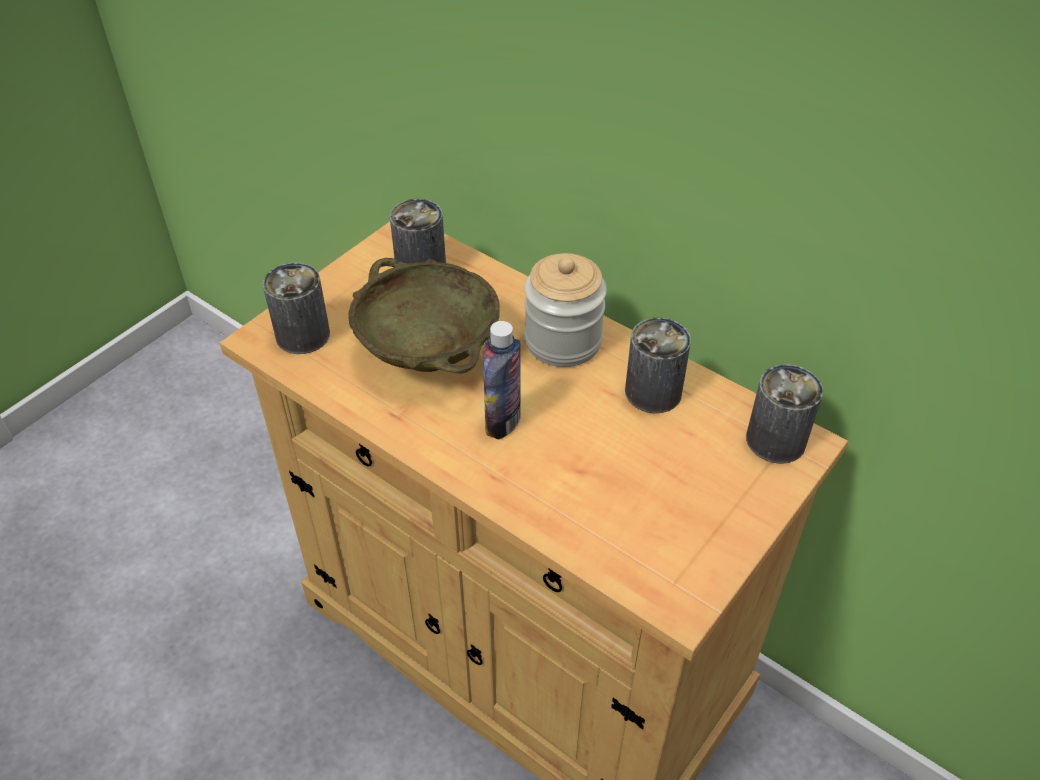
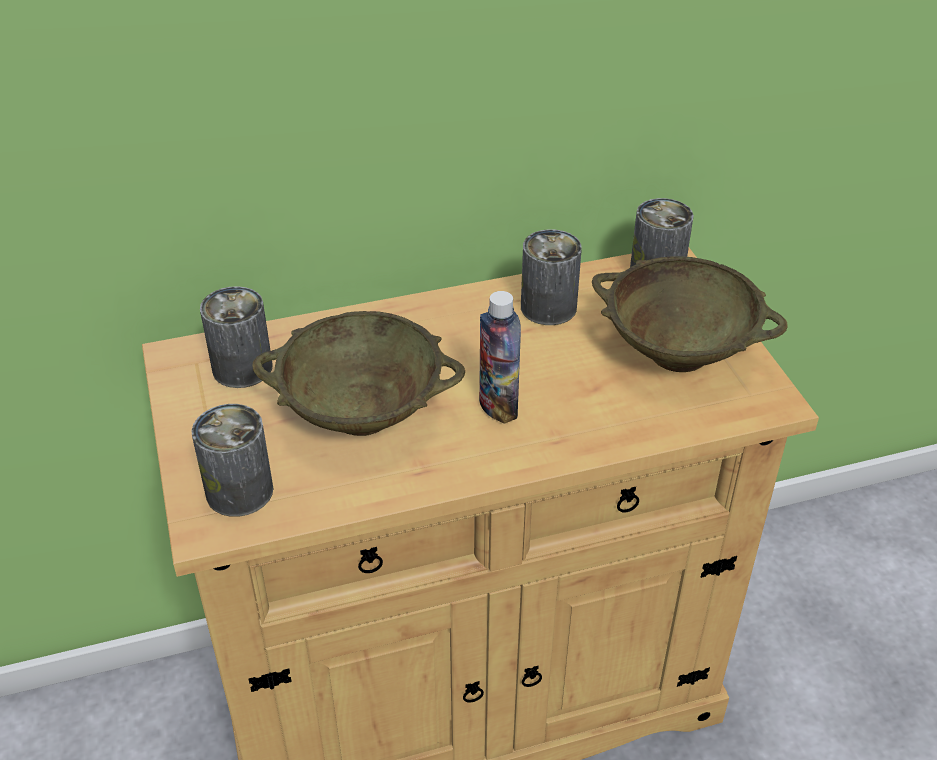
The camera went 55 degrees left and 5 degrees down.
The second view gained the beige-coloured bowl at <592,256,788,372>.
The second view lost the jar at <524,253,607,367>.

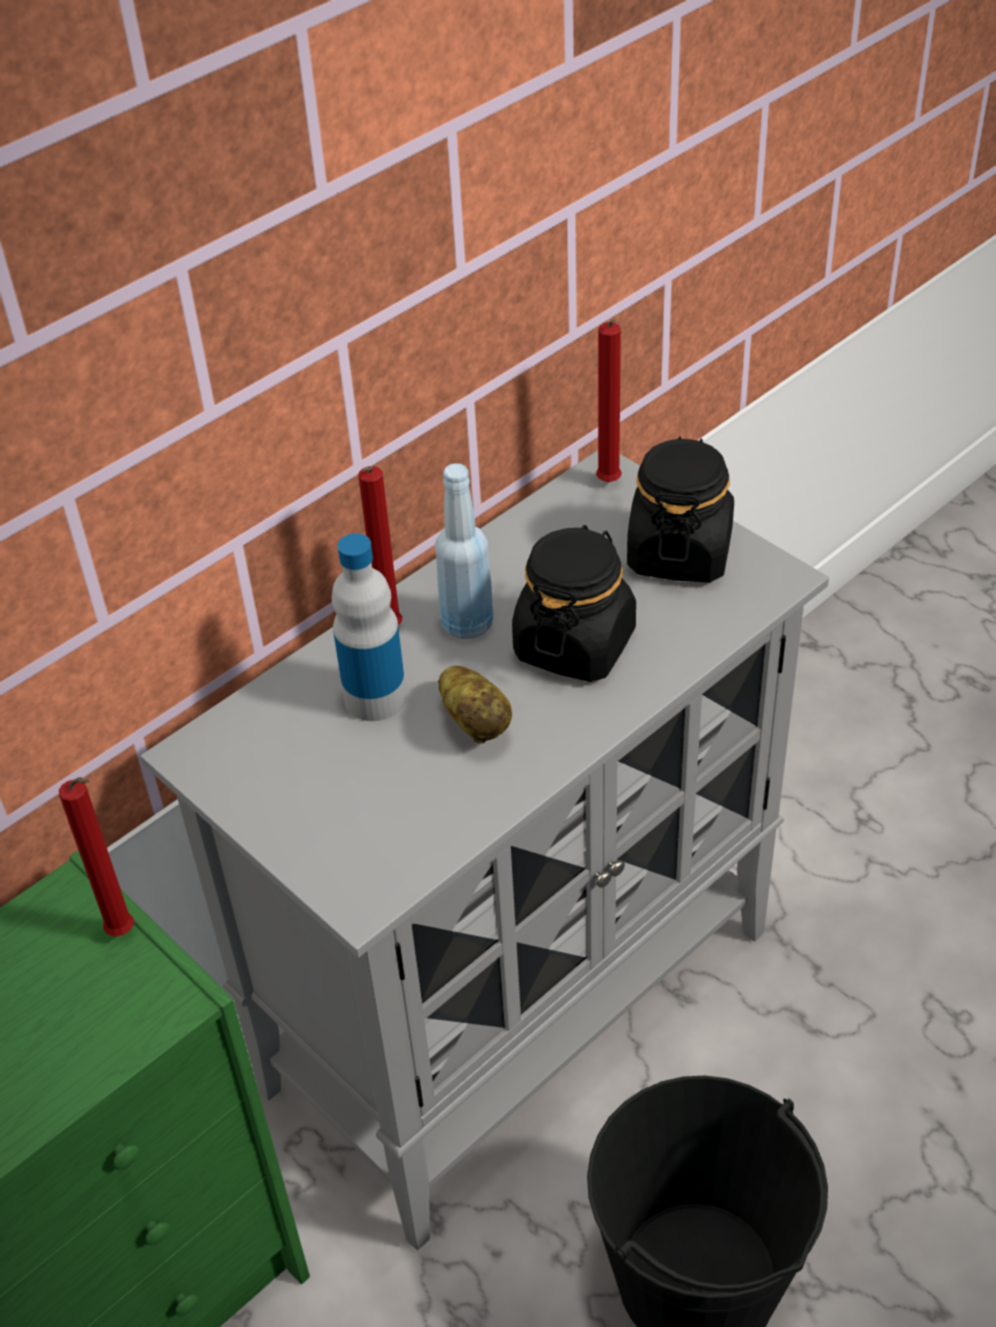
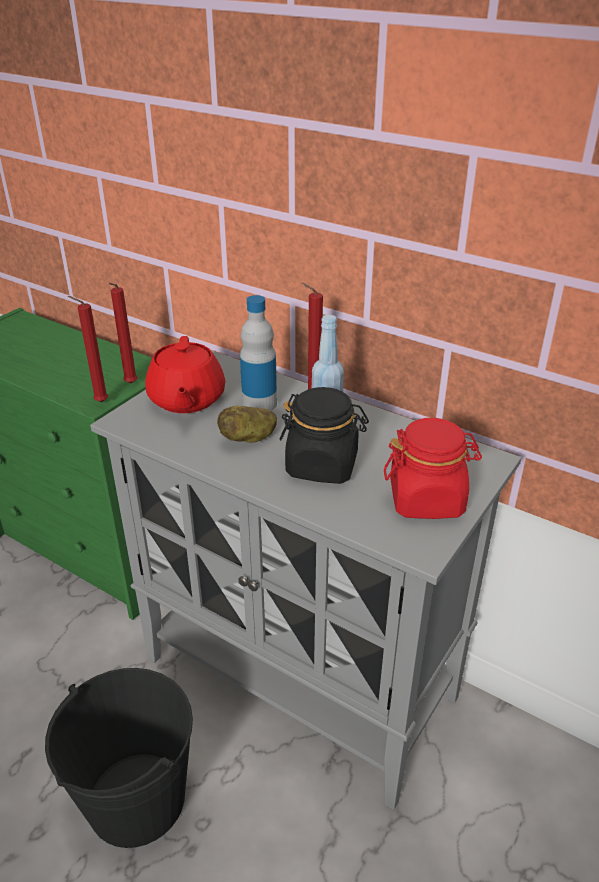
The camera went 75 degrees right and 10 degrees down.
The red wax candle ended up elsewhere, having gone from <596,320,622,482> to <68,296,108,402>.
The second view gained the red tea pot at <145,336,226,413>.
What was the black jar at <627,436,734,582> turned into the red jar at <384,418,482,519>.

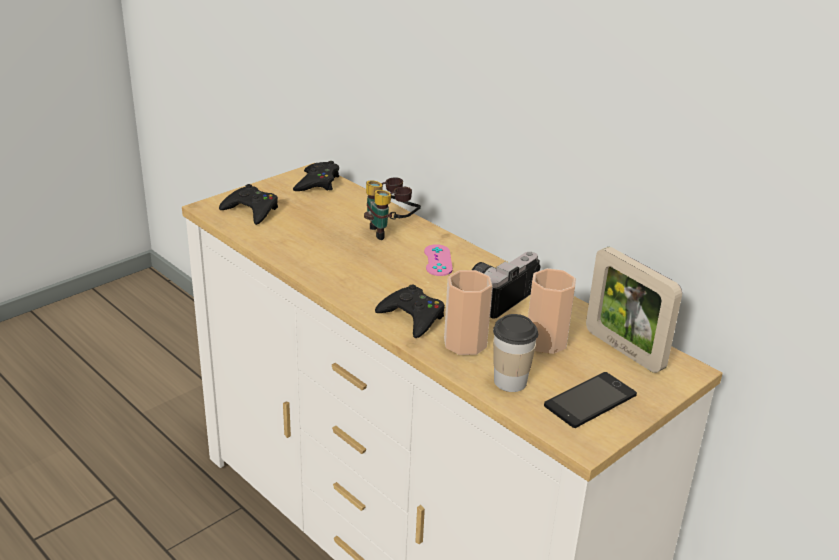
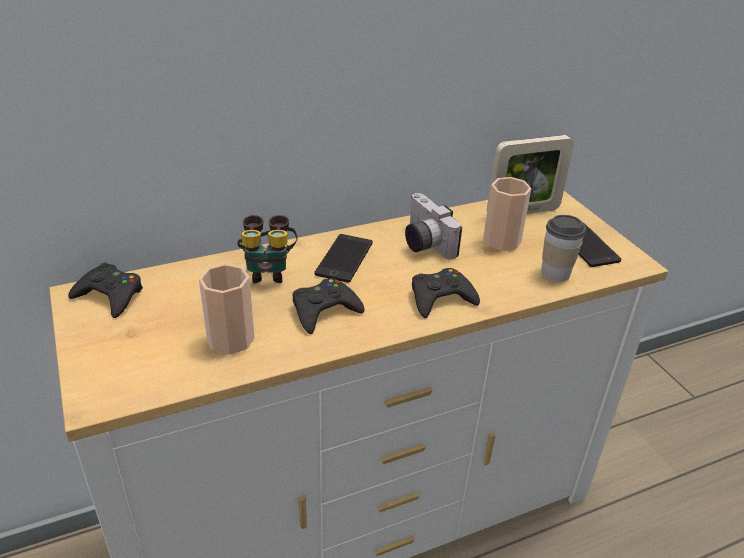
The camera went 70 degrees left and 5 degrees up.
The cup ended up elsewhere, having gone from <444,270,492,355> to <199,263,255,355>.
The black game controller ended up elsewhere, having gone from <219,184,278,225> to <292,278,364,334>.
Where the pink game controller stood at <424,244,453,276>, the phone came to stand at <315,234,373,283>.

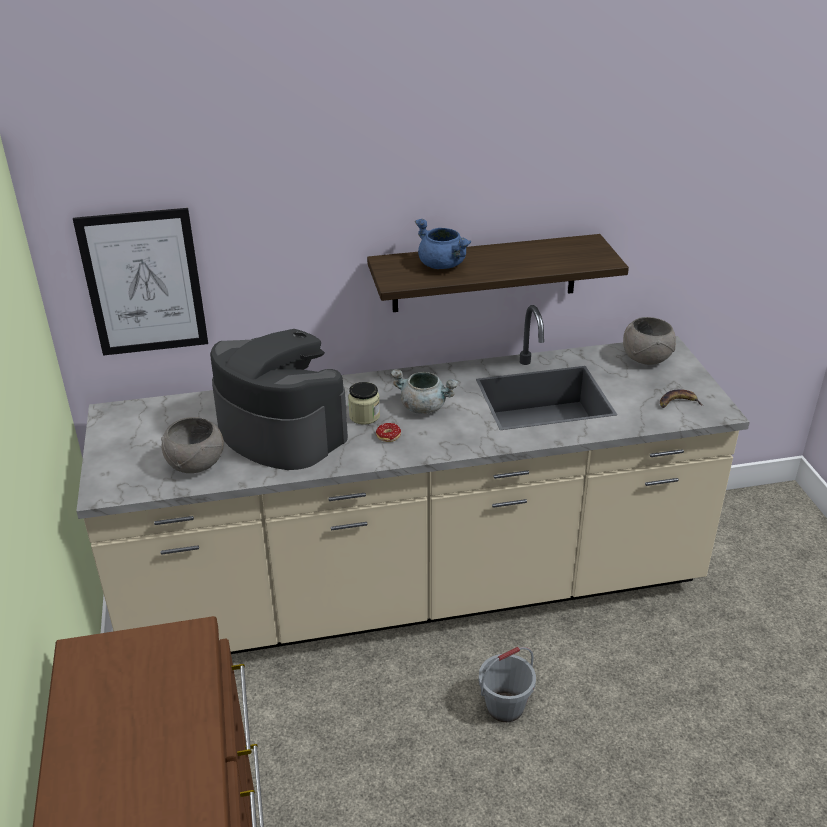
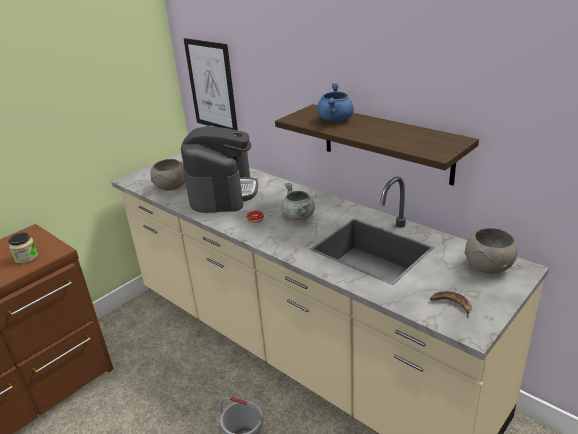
The camera went 55 degrees right and 5 degrees down.
The jar ended up elsewhere, having gone from <348,382,380,425> to <8,233,38,264>.

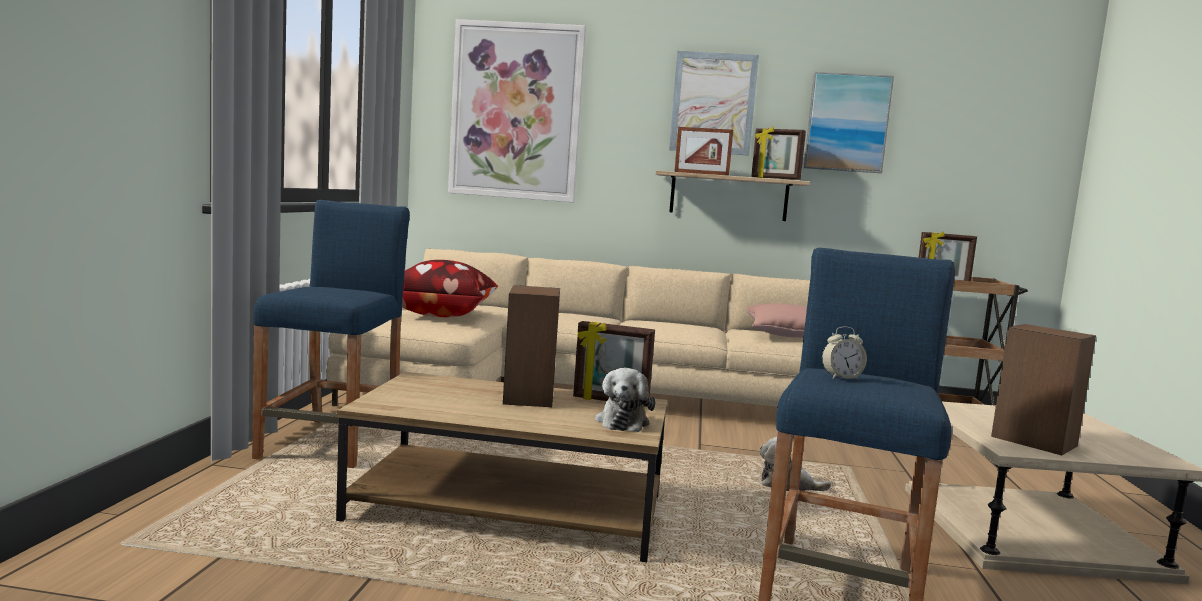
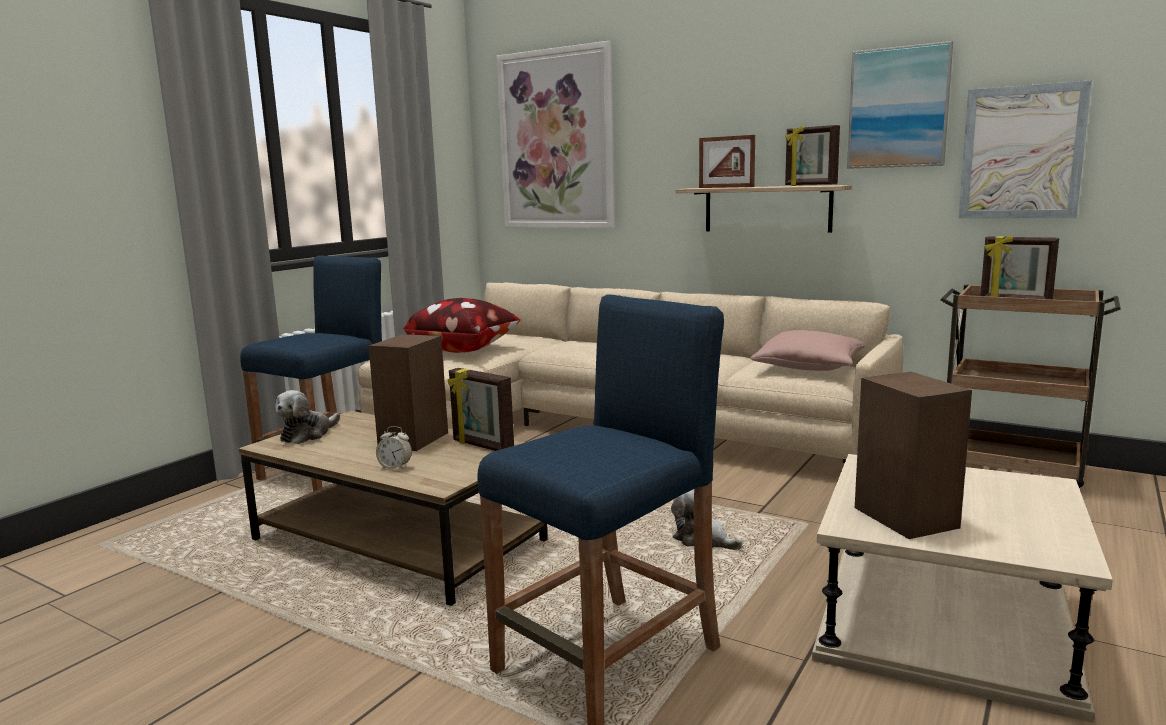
The camera went 25 degrees right and 5 degrees up.
The plush toy ended up elsewhere, having gone from <595,368,655,432> to <275,390,340,444>.
The table clock ended up elsewhere, having gone from <822,326,867,380> to <376,426,412,470>.
The wall picture ended up elsewhere, having gone from <669,51,759,156> to <959,80,1092,218>.

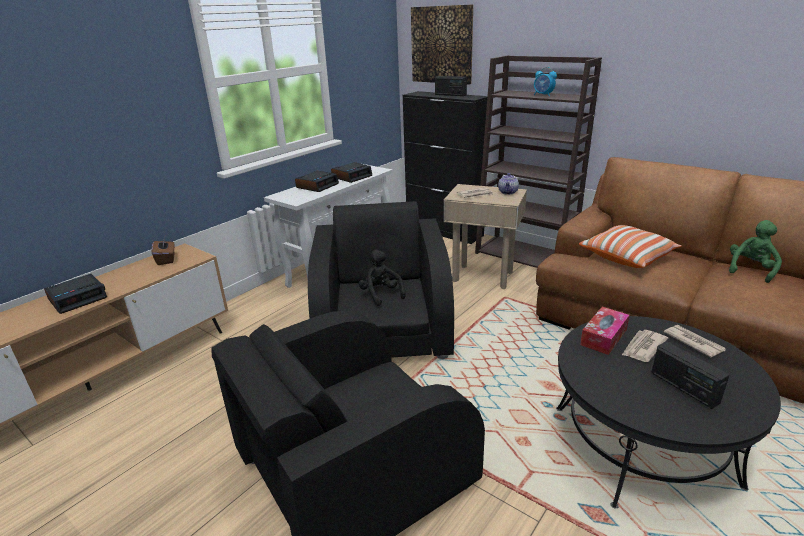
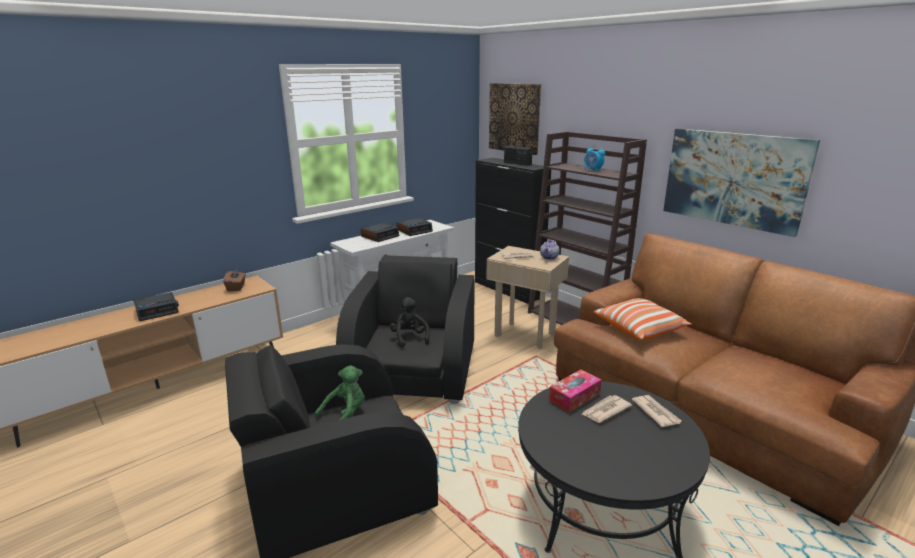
The camera went 10 degrees right and 5 degrees down.
The green plush toy ended up elsewhere, having gone from <729,220,782,283> to <315,365,365,420>.
The second view gained the wall picture at <663,128,820,237>.
The second view lost the radio set at <651,341,730,409>.

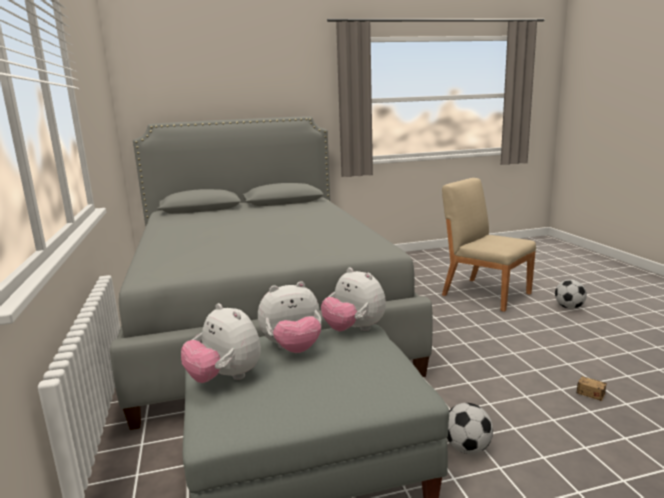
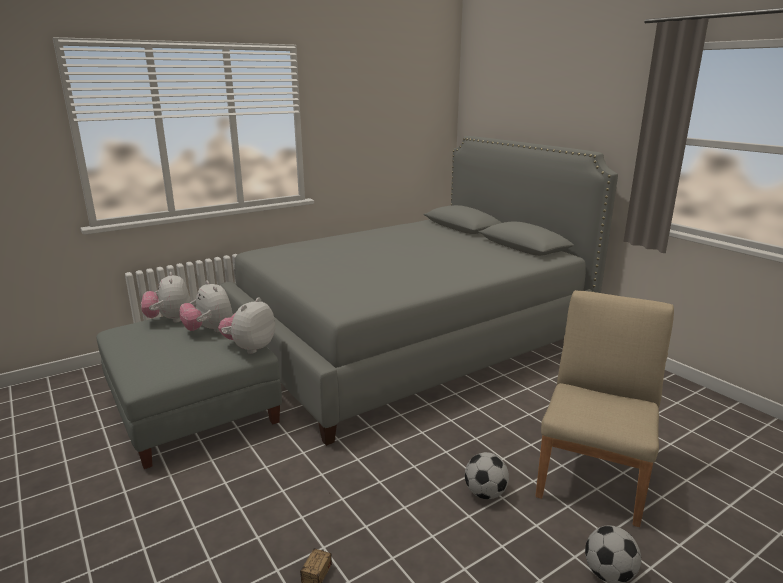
The camera went 70 degrees right and 5 degrees up.
The plush toy at <181,303,261,383> ended up facing another way, 45 degrees counterclockwise from before.
The football ball ended up elsewhere, having gone from <447,403,493,454> to <465,452,509,499>.

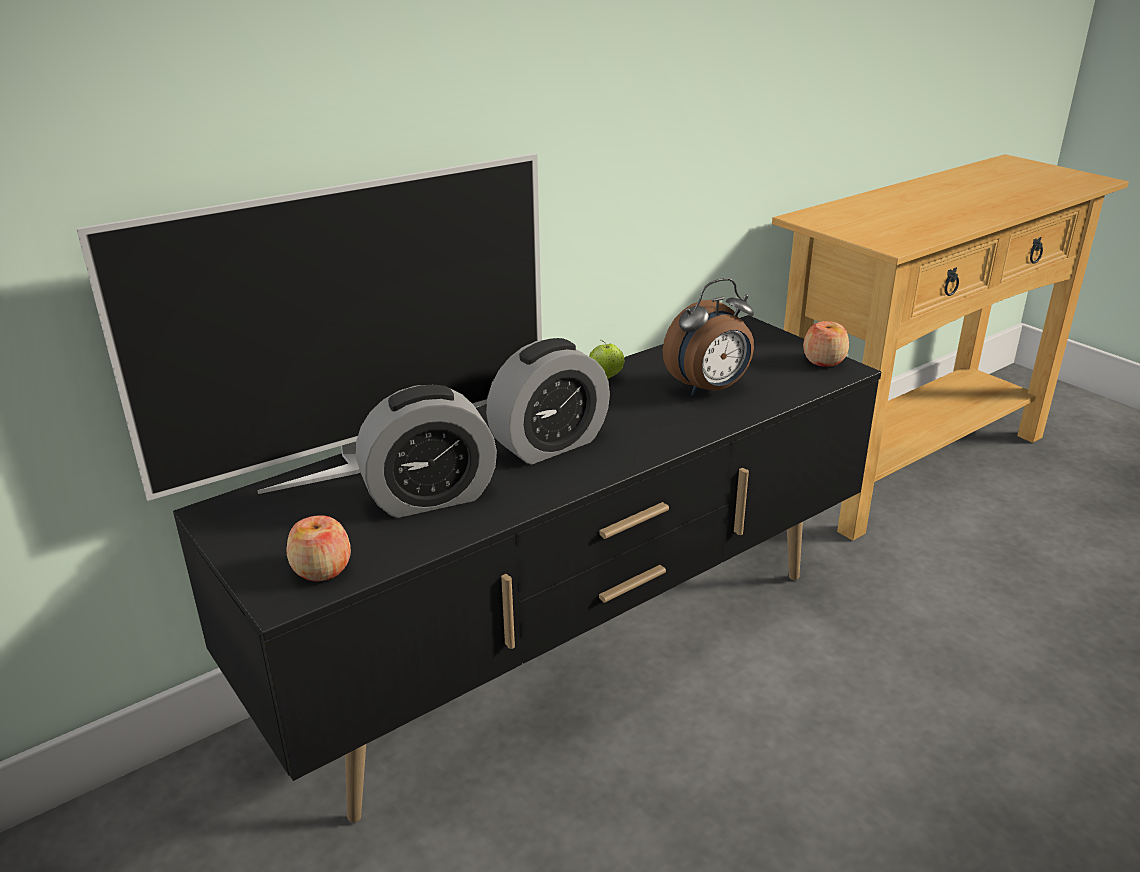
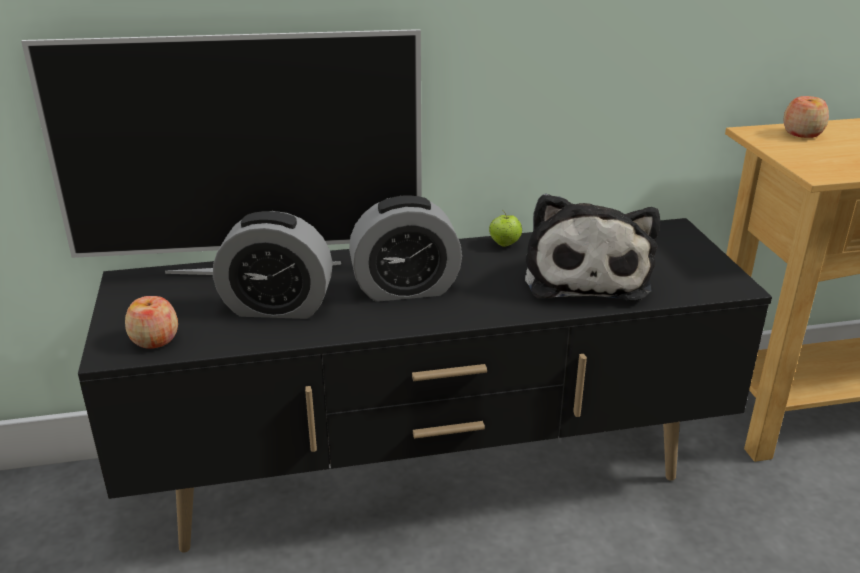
The camera went 25 degrees right and 0 degrees up.
Where the table clock stood at <663,278,754,396>, the plush toy came to stand at <525,193,660,301>.
The whole apple ended up elsewhere, having gone from <803,321,849,367> to <784,96,829,138>.

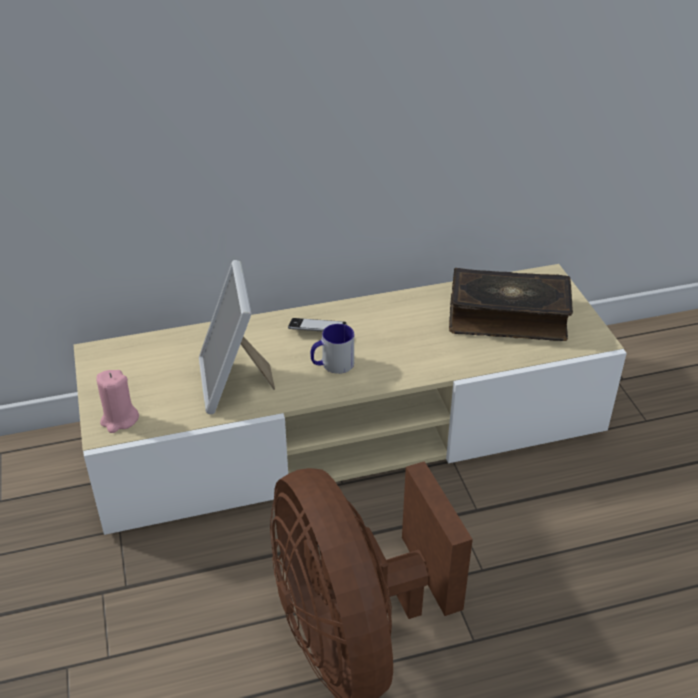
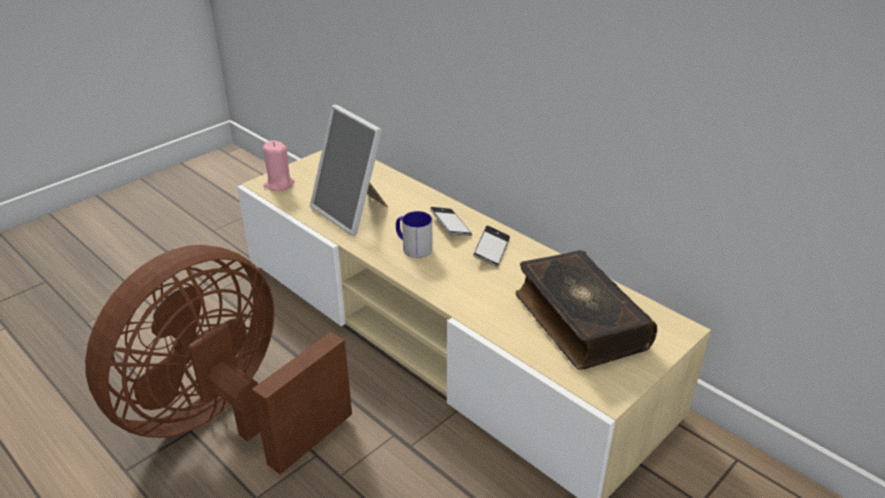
The camera went 60 degrees right and 5 degrees down.
The photo frame at <199,260,275,414> ended up facing another way, 90 degrees counterclockwise from before.
The second view gained the phone at <473,226,510,267>.

